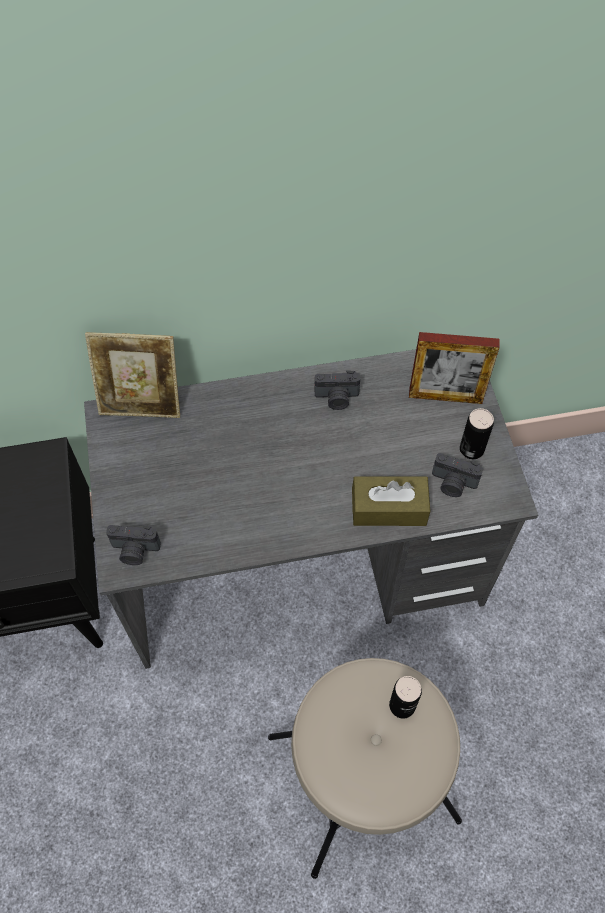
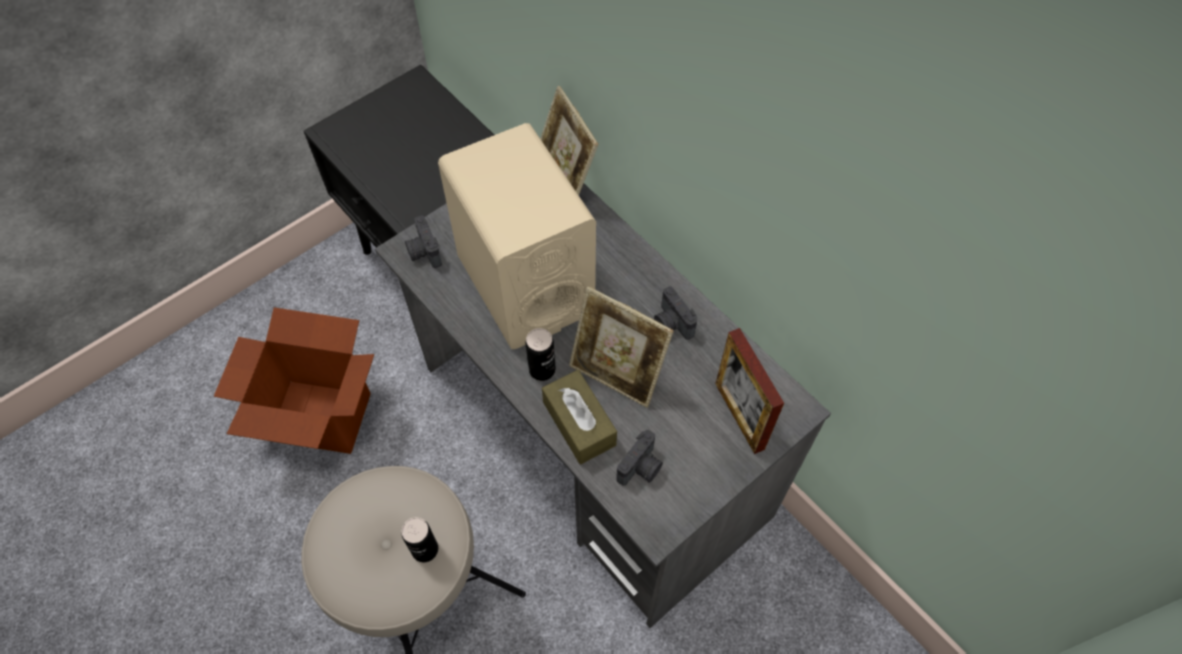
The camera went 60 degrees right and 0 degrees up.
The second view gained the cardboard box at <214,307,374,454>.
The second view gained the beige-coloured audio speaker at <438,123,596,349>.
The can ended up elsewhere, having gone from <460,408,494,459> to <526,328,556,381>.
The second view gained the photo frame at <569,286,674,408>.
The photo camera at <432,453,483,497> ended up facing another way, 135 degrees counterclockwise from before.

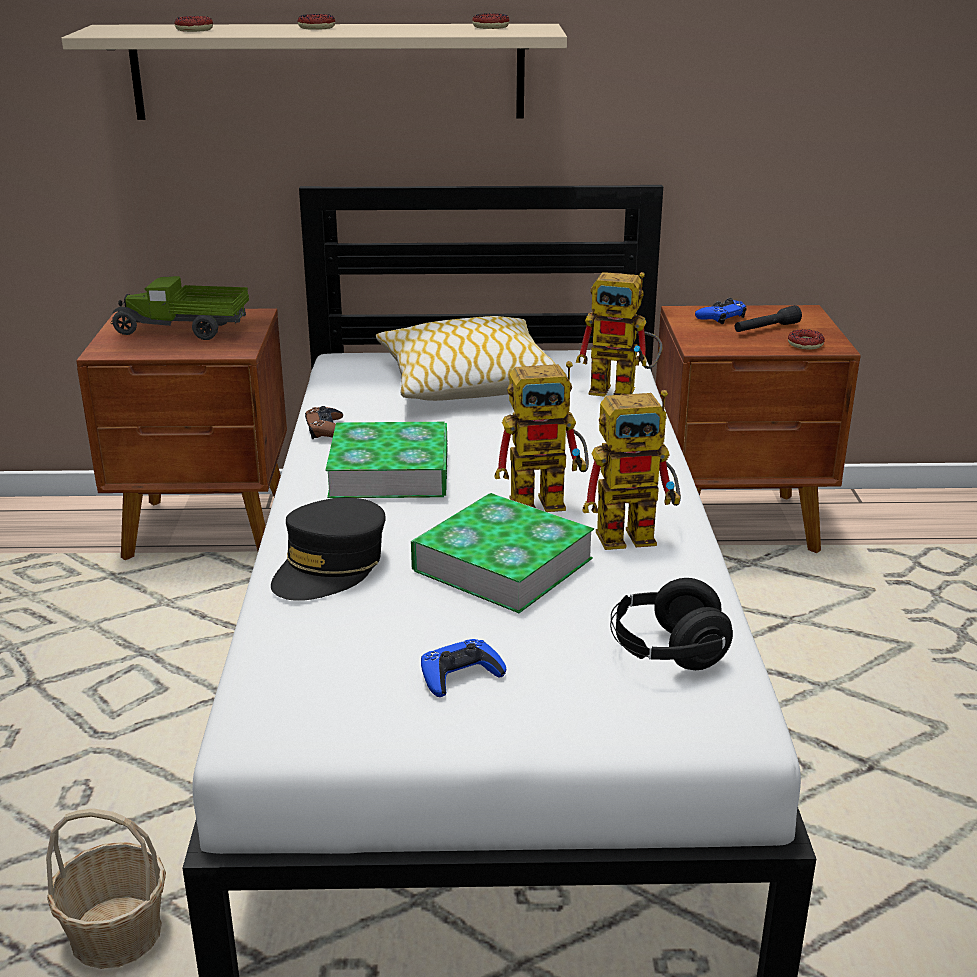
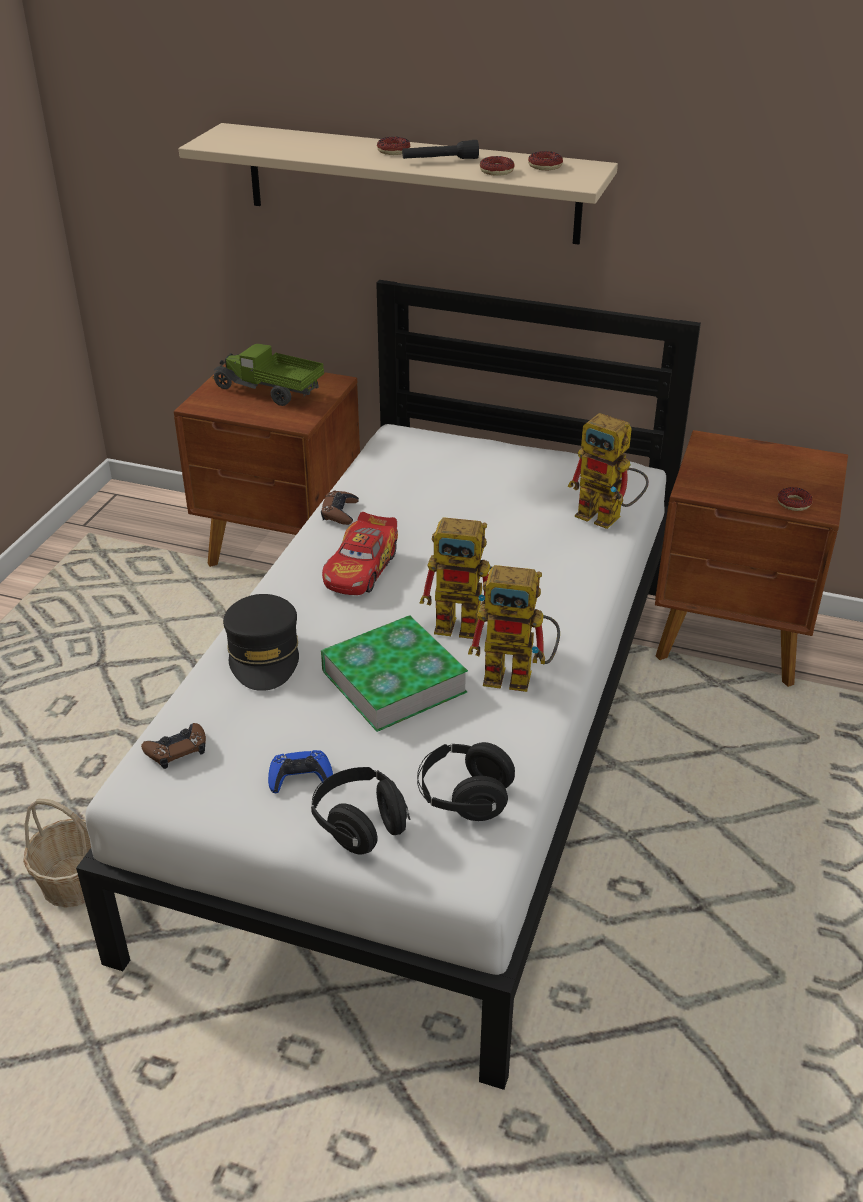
The camera went 20 degrees right and 10 degrees up.
The second view gained the brownish game controller at <141,723,206,769>.
The black peaked cap at <271,498,386,601> ended up facing another way, 60 degrees counterclockwise from before.
The second view gained the black headphones at <311,767,410,855>.
Where the volume stood at <326,422,448,498>, the miniature car came to stand at <322,512,398,595>.
The black hand torch ended up elsewhere, having gone from <735,305,802,332> to <402,140,479,159>.
The doughnut ended up elsewhere, having gone from <174,16,213,32> to <480,156,515,176>.
The second view lost the cushion at <376,316,567,401>.
The second view lost the blue game controller at <695,297,747,324>.

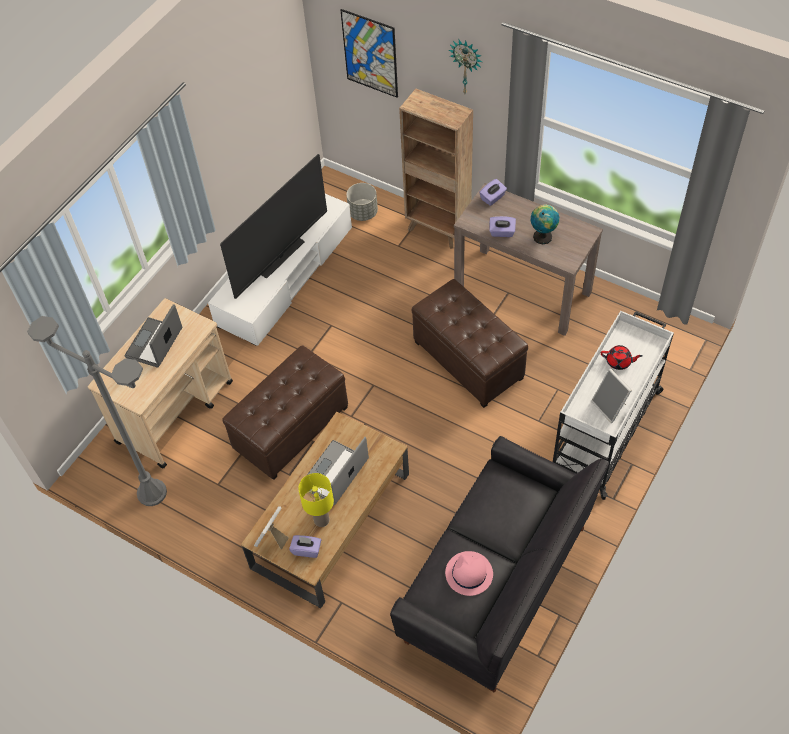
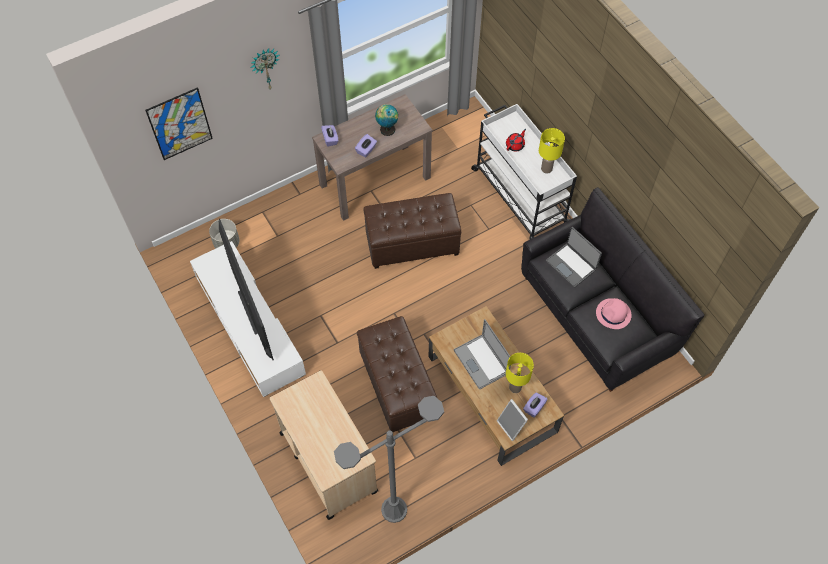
The camera went 65 degrees left and 5 degrees up.
Where the photo frame stood at <591,368,632,423>, the yellow-coloured lamp for a table came to stand at <539,128,565,174>.
The notebook computer ended up elsewhere, having gone from <125,304,182,367> to <546,227,602,287>.
The second view lost the brownish bookshelf at <399,89,473,249>.

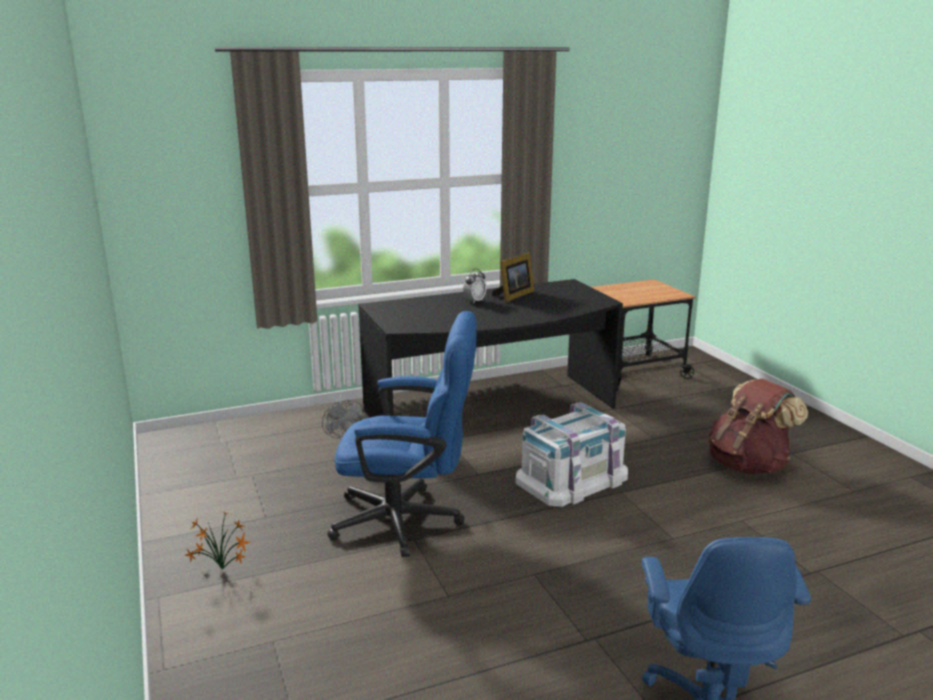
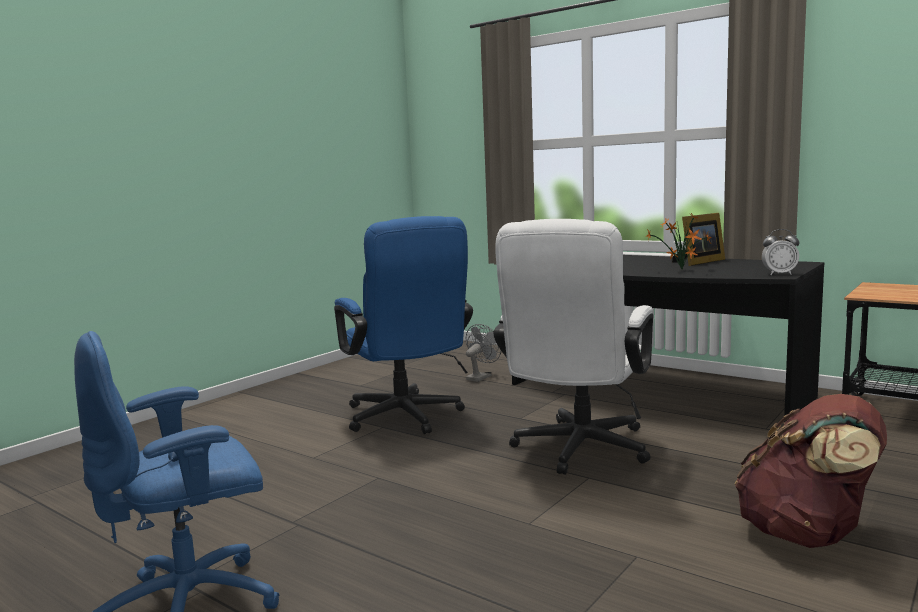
The camera went 60 degrees right and 10 degrees down.
Where the white storage bin stood at <515,402,628,507>, the white desk chair came to stand at <494,219,653,475>.
The houseplant ended up elsewhere, having gone from <184,511,250,569> to <646,213,712,269>.
The photo frame at <492,252,534,302> ended up facing another way, 45 degrees counterclockwise from before.
The table clock ended up elsewhere, having gone from <463,269,486,304> to <762,229,799,275>.

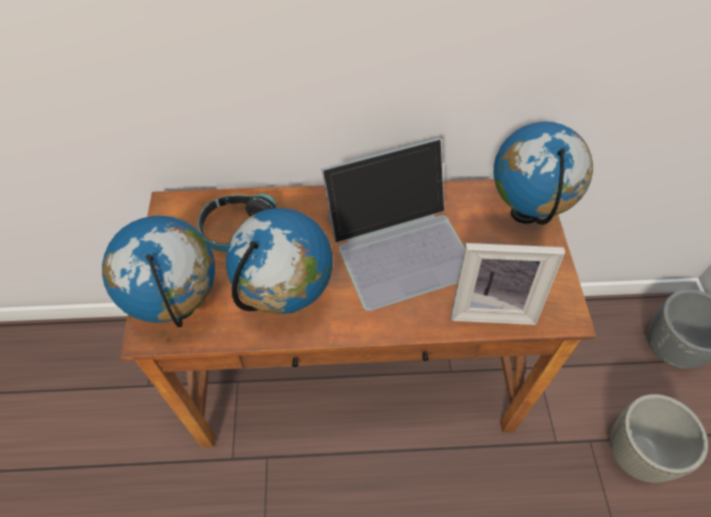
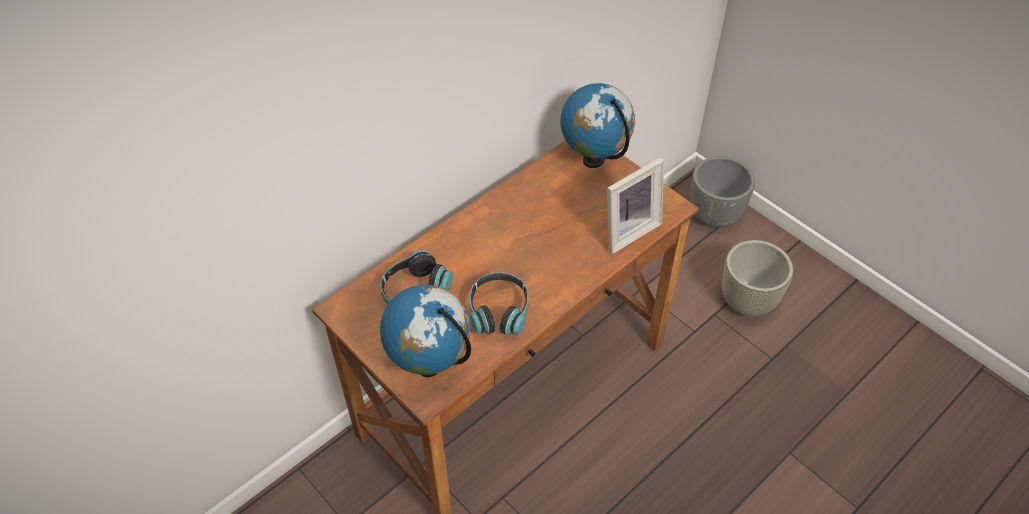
The camera went 40 degrees left and 5 degrees down.
Where the world globe stood at <226,208,333,314>, the headphones came to stand at <470,272,529,335>.
The second view lost the notebook computer at <321,137,465,311>.

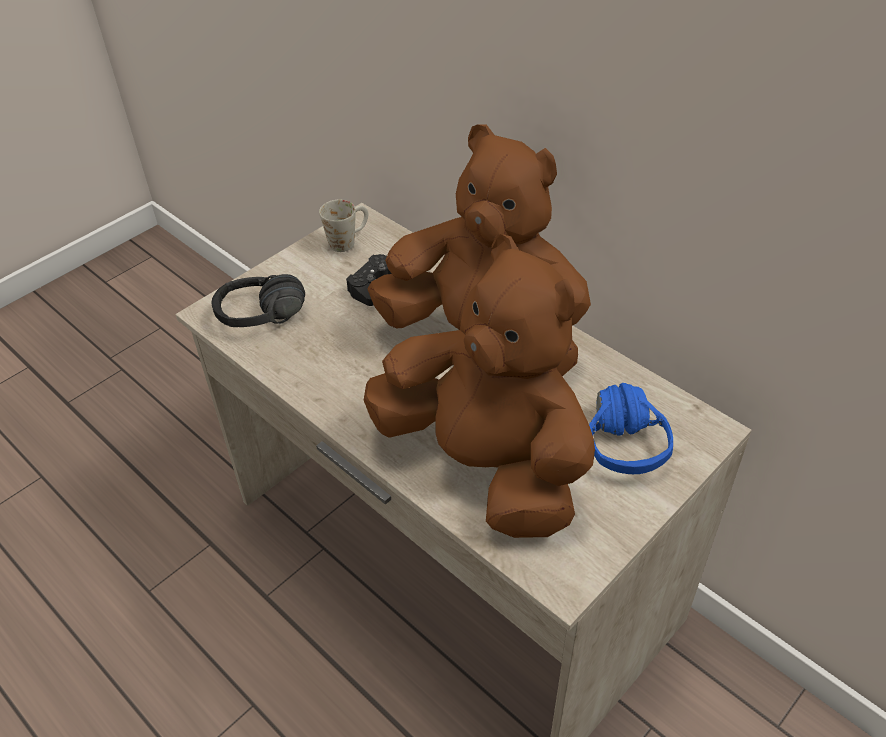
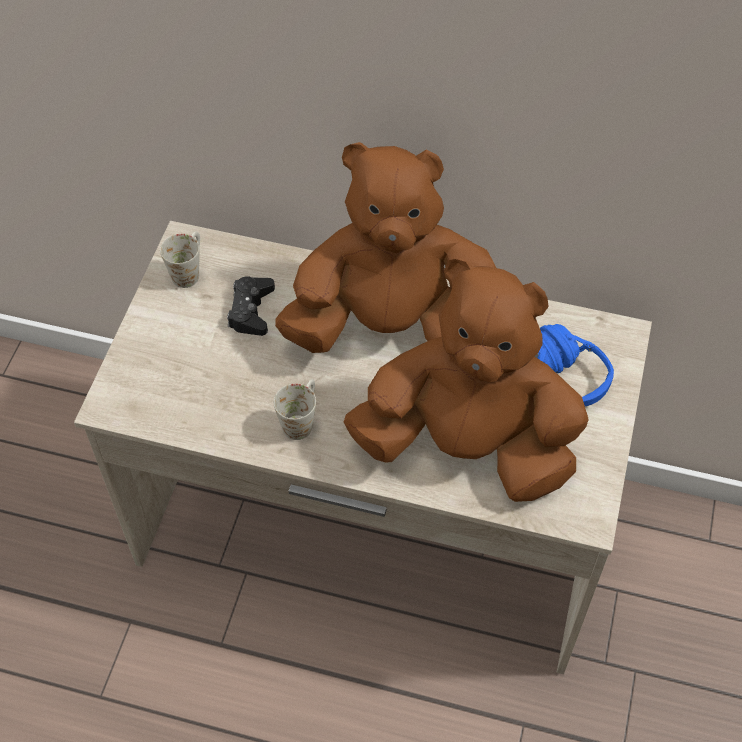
The camera went 30 degrees left and 10 degrees up.
The second view gained the white mug at <274,379,316,440>.
The second view lost the black headphones at <212,274,305,327>.

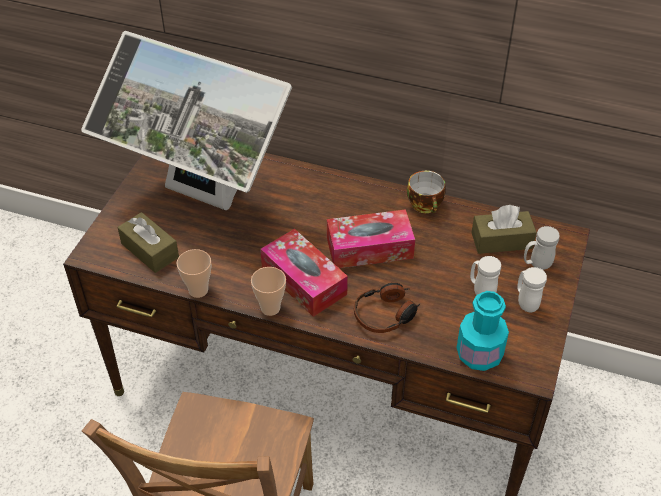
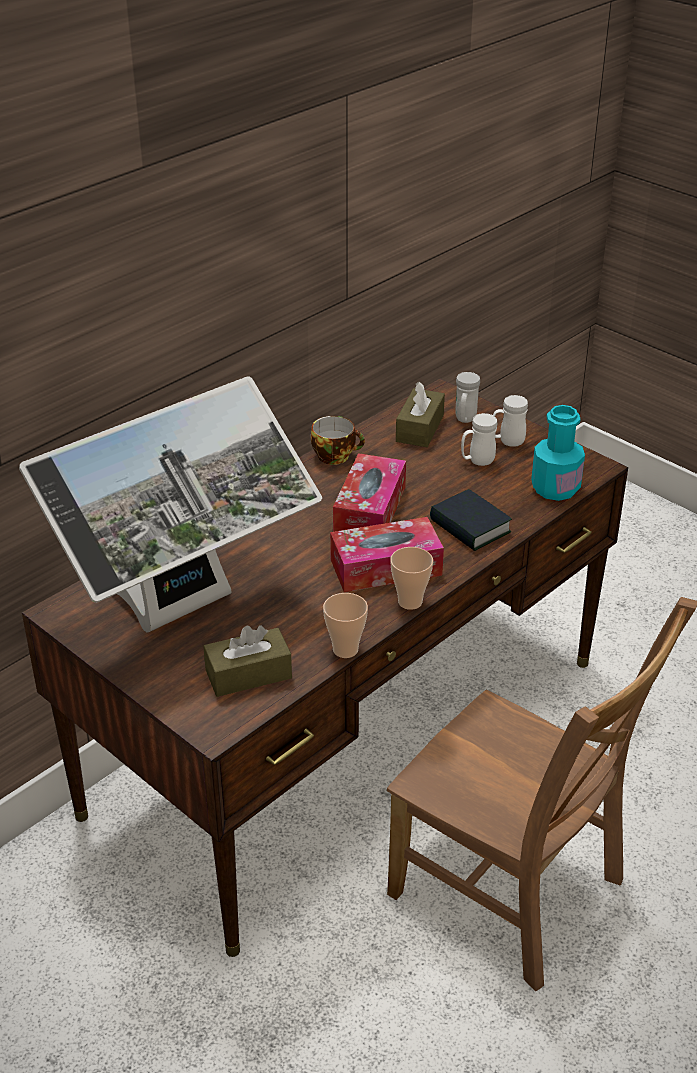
The camera went 65 degrees left and 10 degrees down.
Where the headphones stood at <354,283,421,333>, the volume came to stand at <430,489,512,551>.

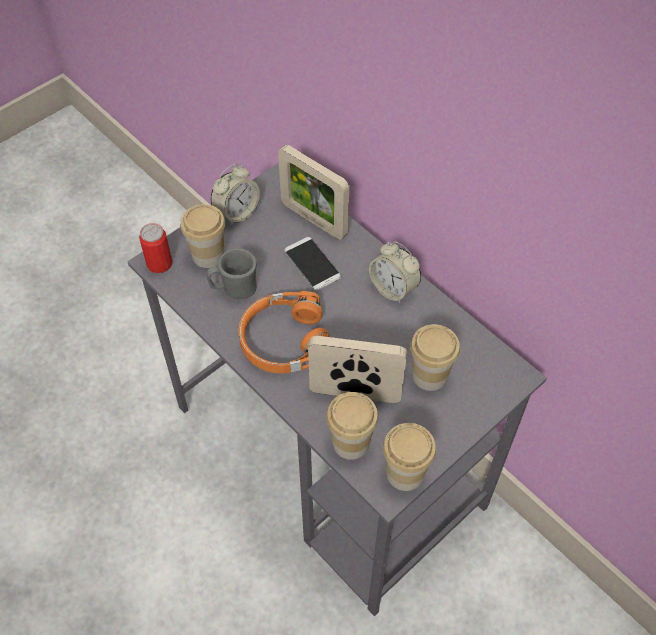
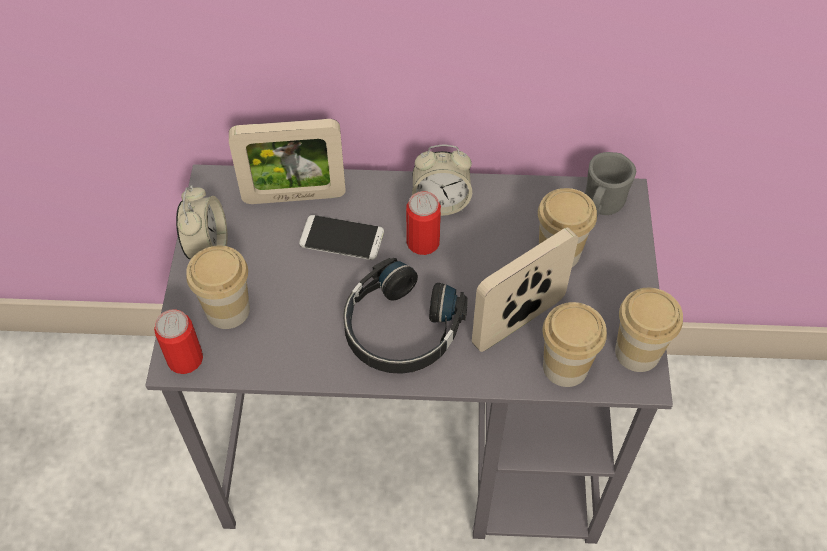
The camera went 45 degrees left and 0 degrees up.
What was the orange headphones at <239,291,330,373> turned into the black headphones at <343,258,468,374>.
The second view gained the can at <406,191,441,255>.
The grey mug ended up elsewhere, having gone from <206,248,257,299> to <585,152,636,216>.

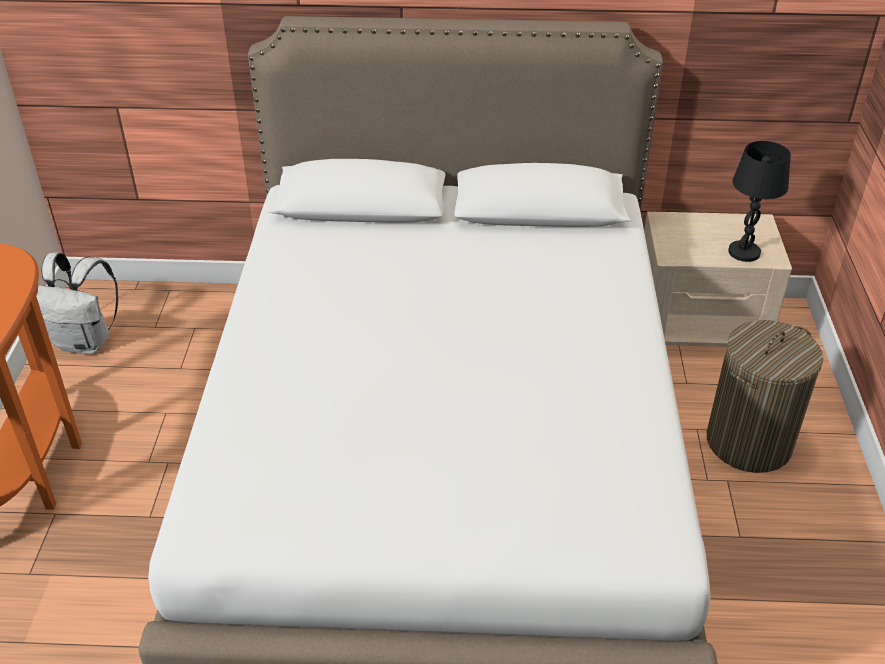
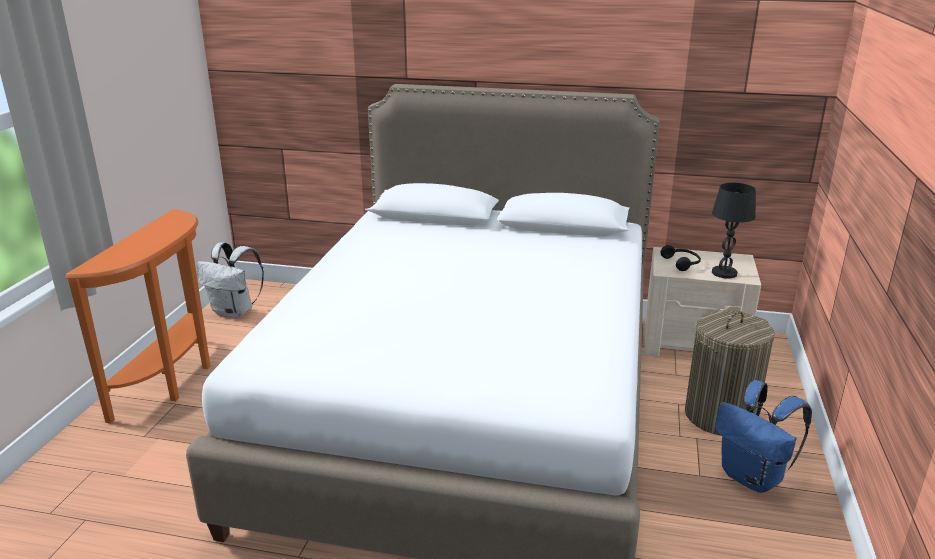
The camera went 10 degrees right and 15 degrees down.
The second view gained the black headphones at <660,245,701,271>.
The second view gained the blue knapsack at <715,380,812,493>.

